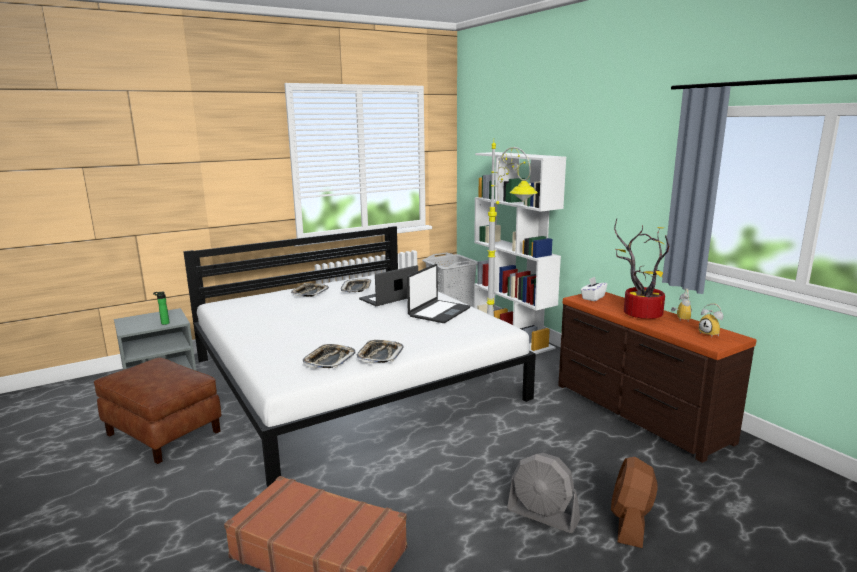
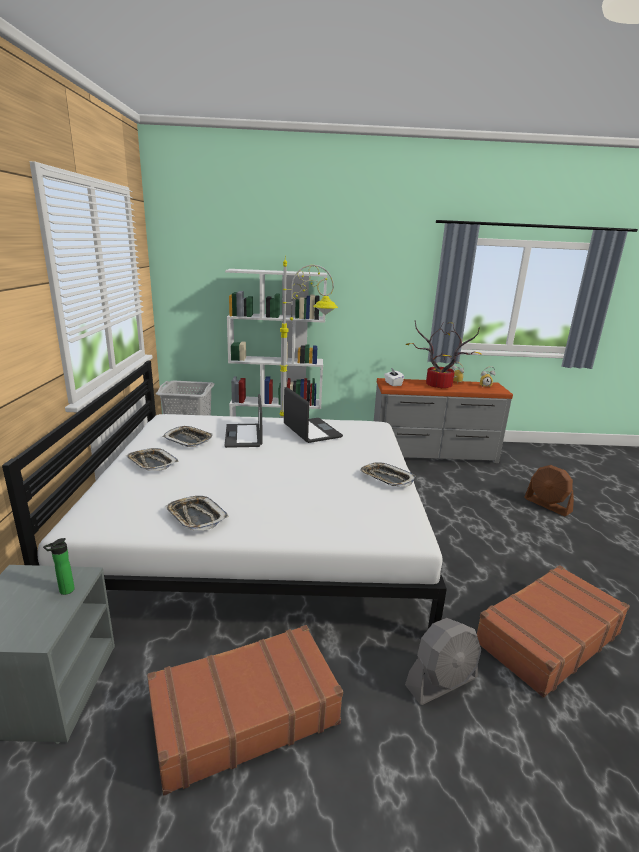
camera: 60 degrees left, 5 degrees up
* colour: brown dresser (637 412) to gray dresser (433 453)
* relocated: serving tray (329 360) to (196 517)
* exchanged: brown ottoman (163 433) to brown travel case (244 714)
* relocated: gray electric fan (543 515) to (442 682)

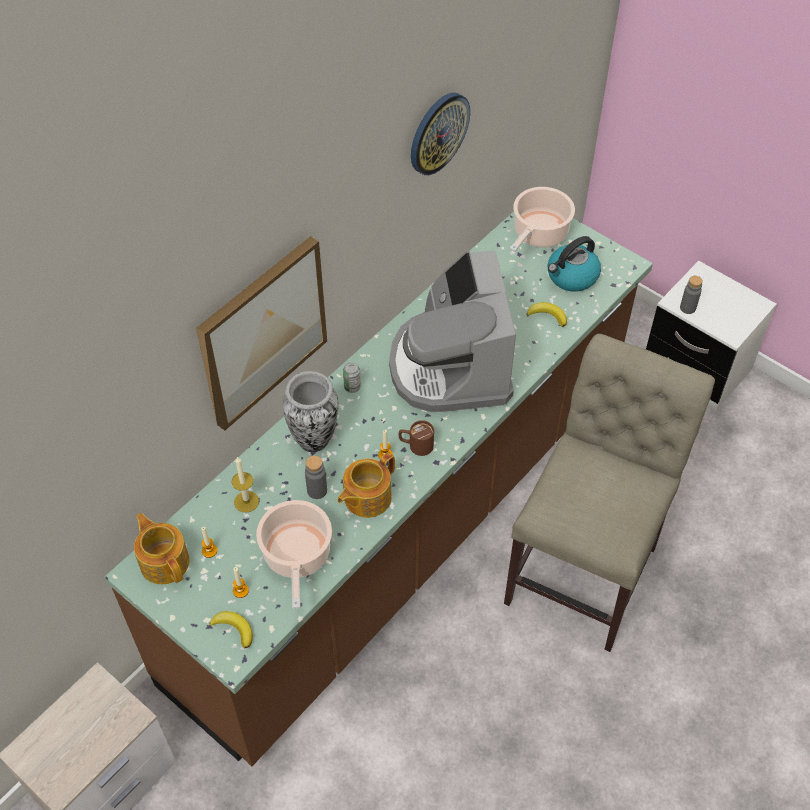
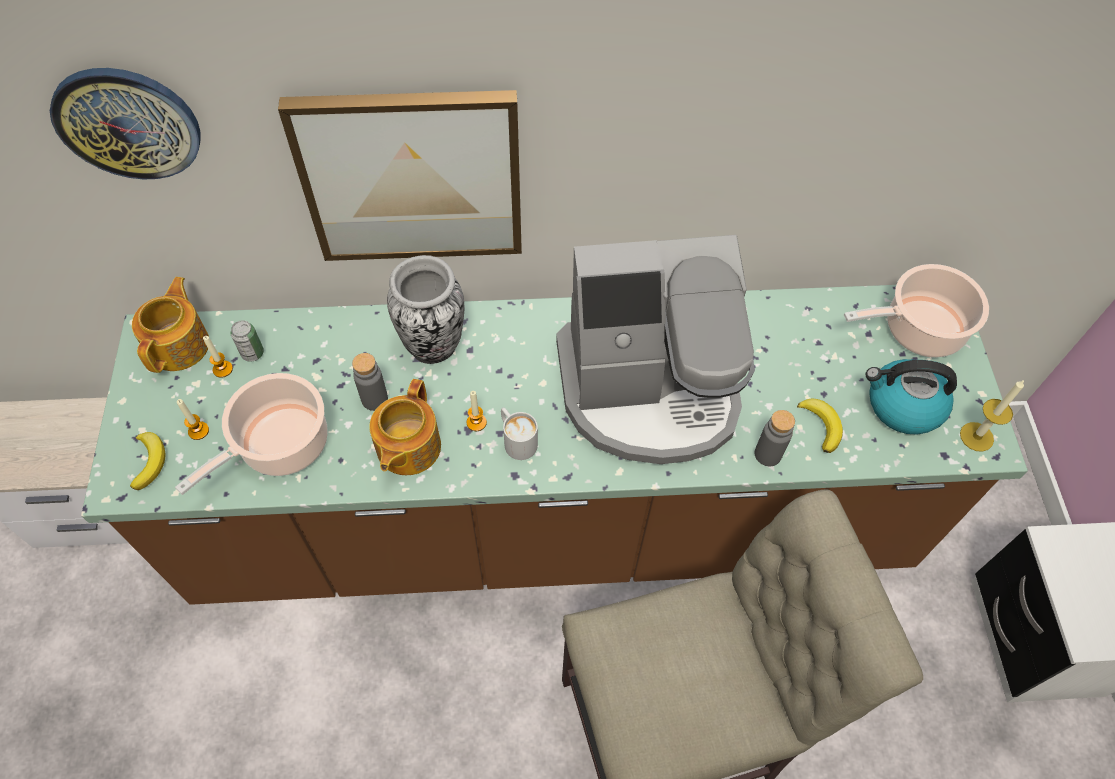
camera: 45 degrees right, 5 degrees up
* relocated: clock on the wall (438 133) to (128 123)
* spun: coffee machine (451 366) = (650 390) 135 degrees counterclockwise
* relocated: gray drink bottle (687 308) to (767 454)
* relocated: metal can (352 387) to (252 353)
* colour: brown tea mug (416 445) to white-coloured tea mug (516 440)
* spun: pot for tea (366 498) = (407 448) 75 degrees counterclockwise
* relocated: candle (246 501) to (976 436)

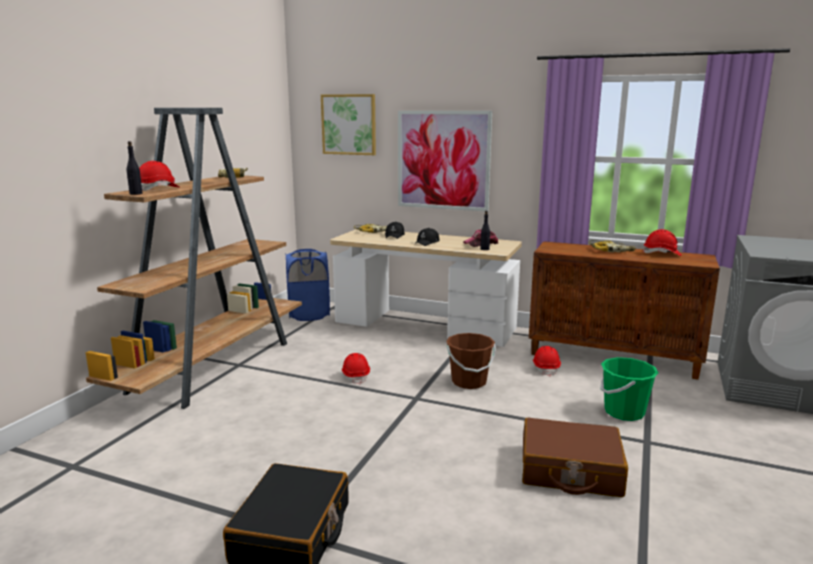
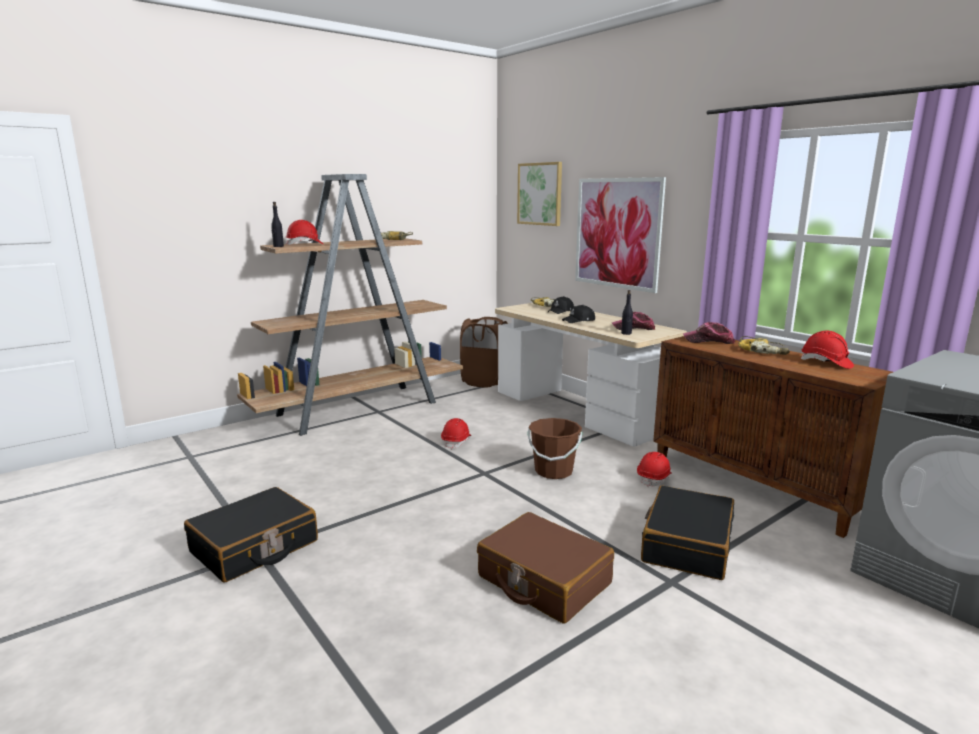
camera: 30 degrees right, 0 degrees up
* colour: blue-coloured hamper (309 314) to brown hamper (485 381)
* exchanged: greenish bucket (624 412) to black-coloured travel case (686 545)
* appeared: cap (709 341)

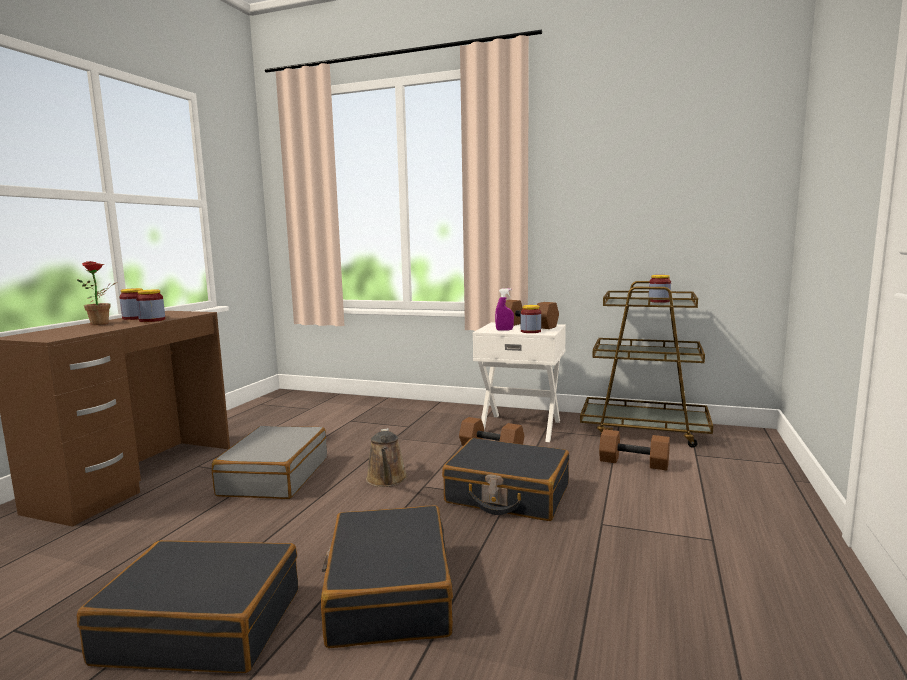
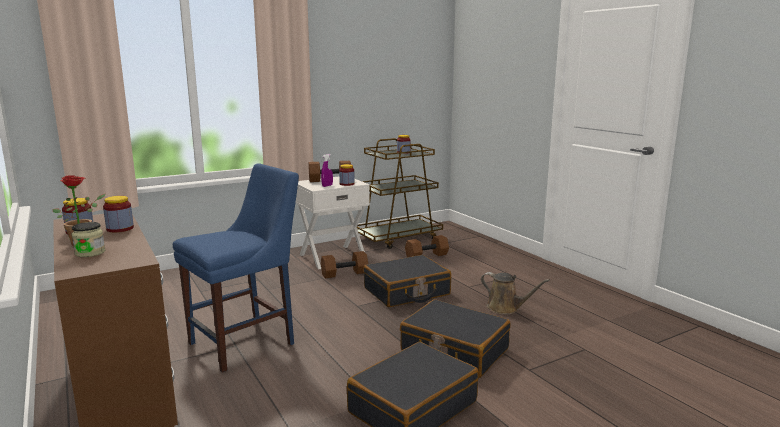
camera: 50 degrees left, 5 degrees up
* exchanged: gray travel case (274 476) to blue-coloured chair (247 342)
* relocated: brown sprinkling can (387 480) to (506 308)
* appeared: storage jar (90 253)

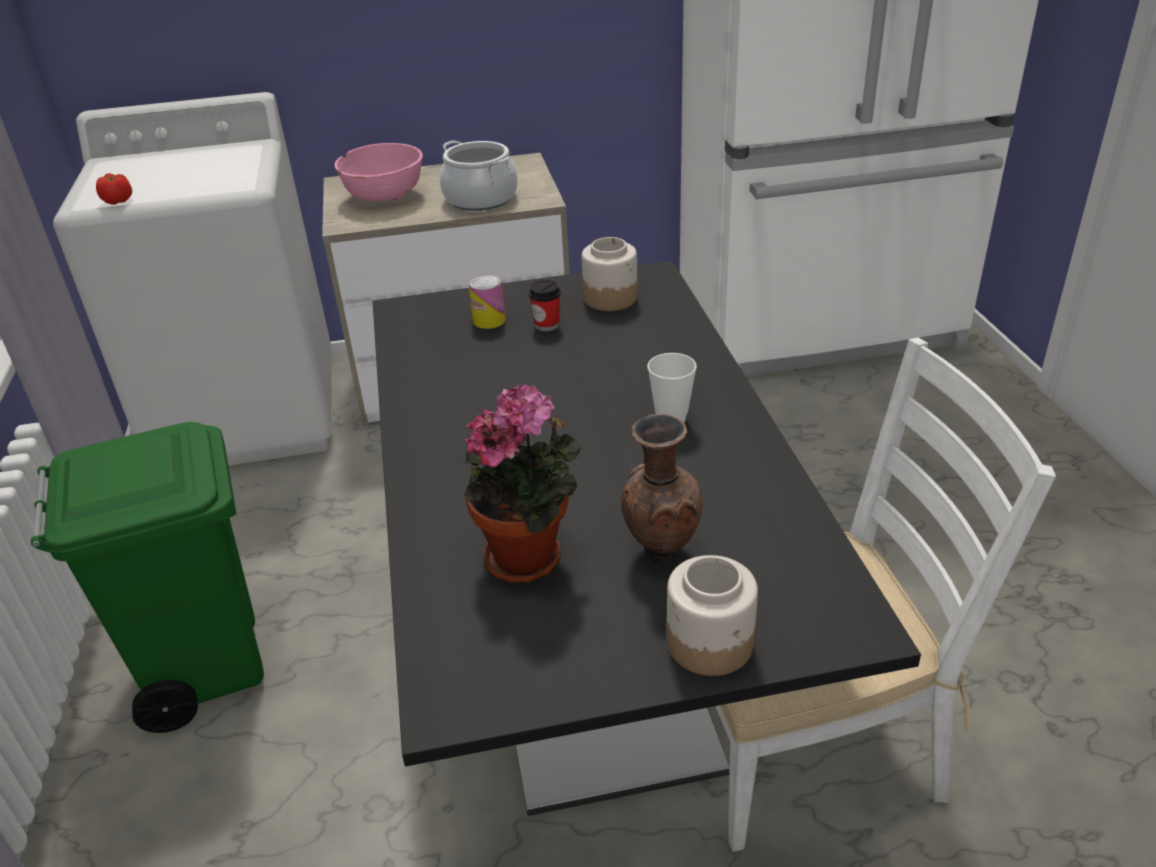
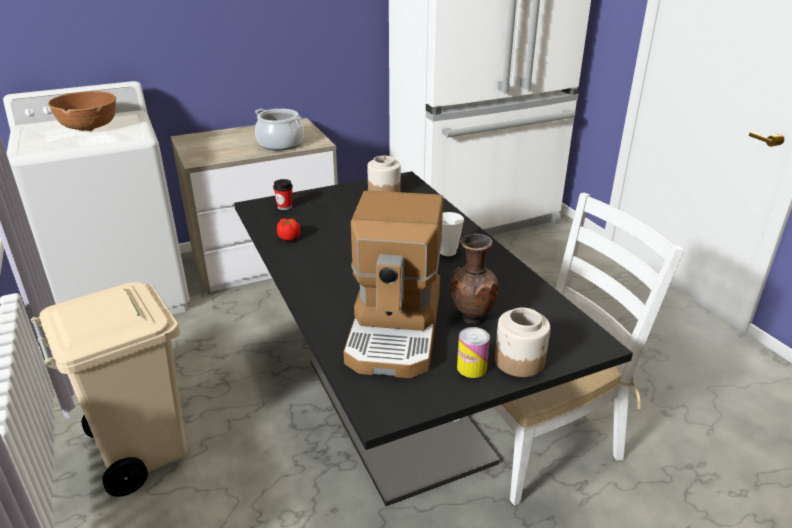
camera: 15 degrees left, 5 degrees down
* missing: pinkish bowl (385 196)
* relocated: whole tomato (118 201) to (289 237)
* relocated: metal can (489 320) to (471 368)
* relocated: drinking cup (547 325) to (284 207)
* exchanged: houseplant (530 557) to coffee machine (396 330)
* colour: greenish waste bin (204 665) to beige waste bin (140 450)
* appeared: brown bowl (89 127)

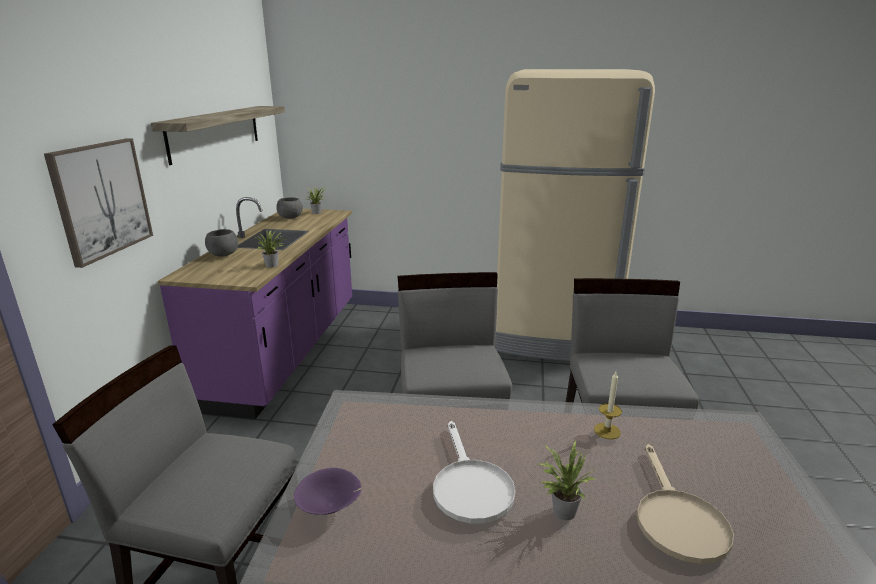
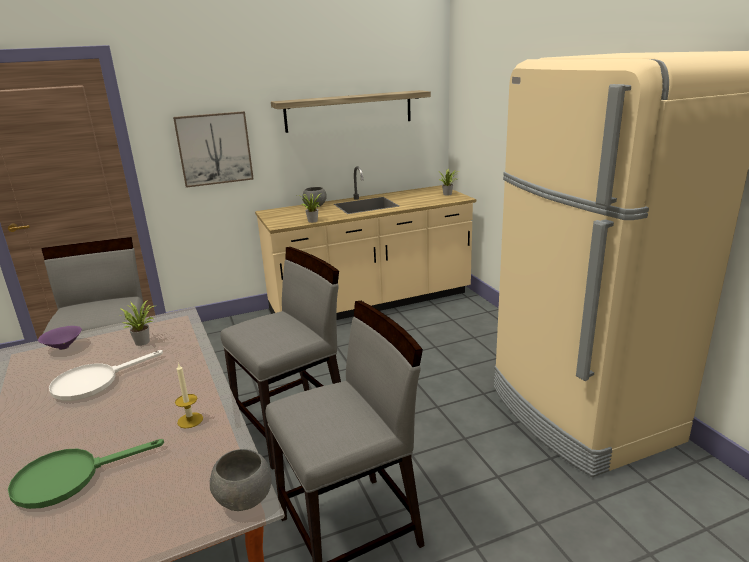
camera: 60 degrees right, 0 degrees up
* colour: purple kitchen base unit (286 351) to beige kitchen base unit (371 303)
* relocated: gray bowl (290 218) to (243 500)
* relocated: houseplant (561 511) to (142 341)
* colour: beige pan (676 519) to greenish pan (69 477)

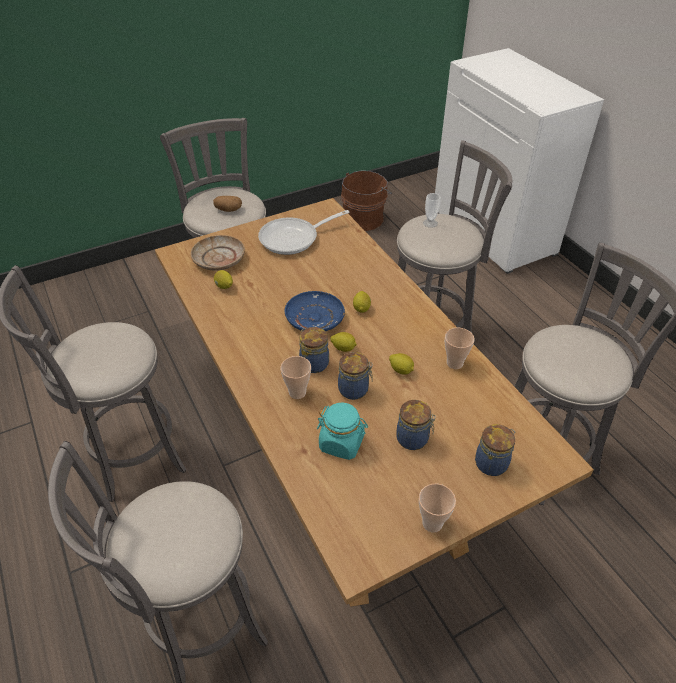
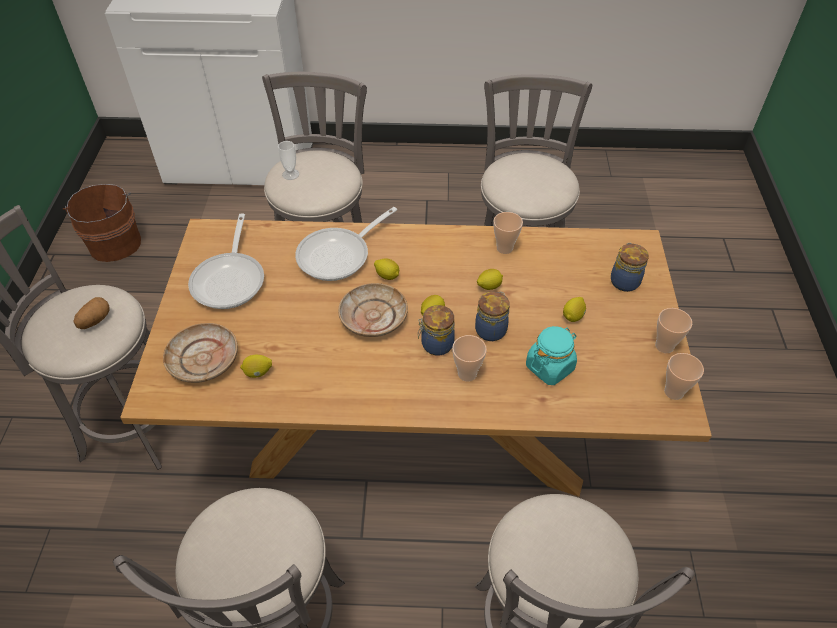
camera: 60 degrees left, 5 degrees up
* colour: blue-coloured dinner plate (314 318) to beige dinner plate (373 317)
* exchanged: storage jar (413 439) to lemon (573 316)
* appeared: pan (339 255)
* appeared: drinking cup (674 392)

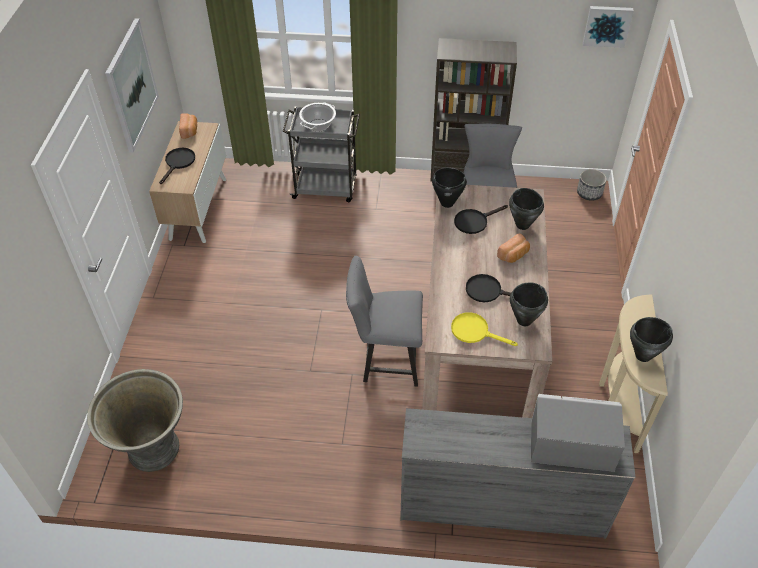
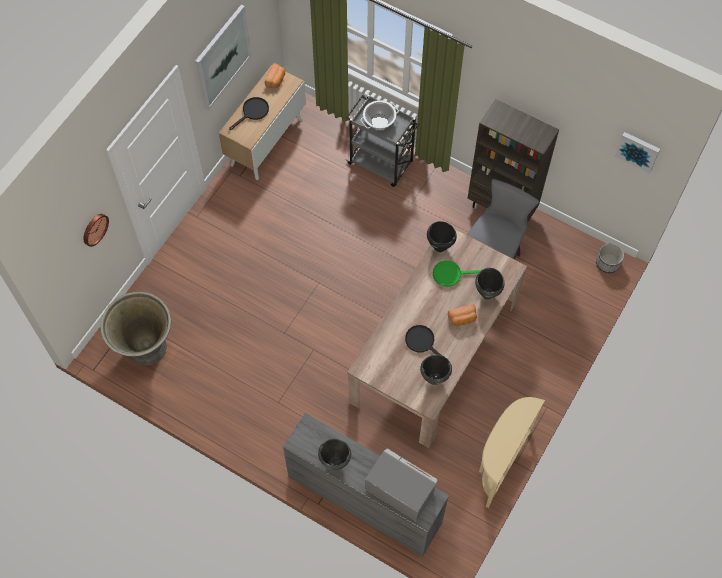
camera: 25 degrees right, 15 degrees up
* colour: black-coloured pan (474 221) to greenish pan (451 274)
* missing: gray chair (385 360)
* missing: yellowish pan (475 331)
* relocated: black-coloured saucepot (643 356) to (335 463)
* appeared: clock on the wall (94 229)

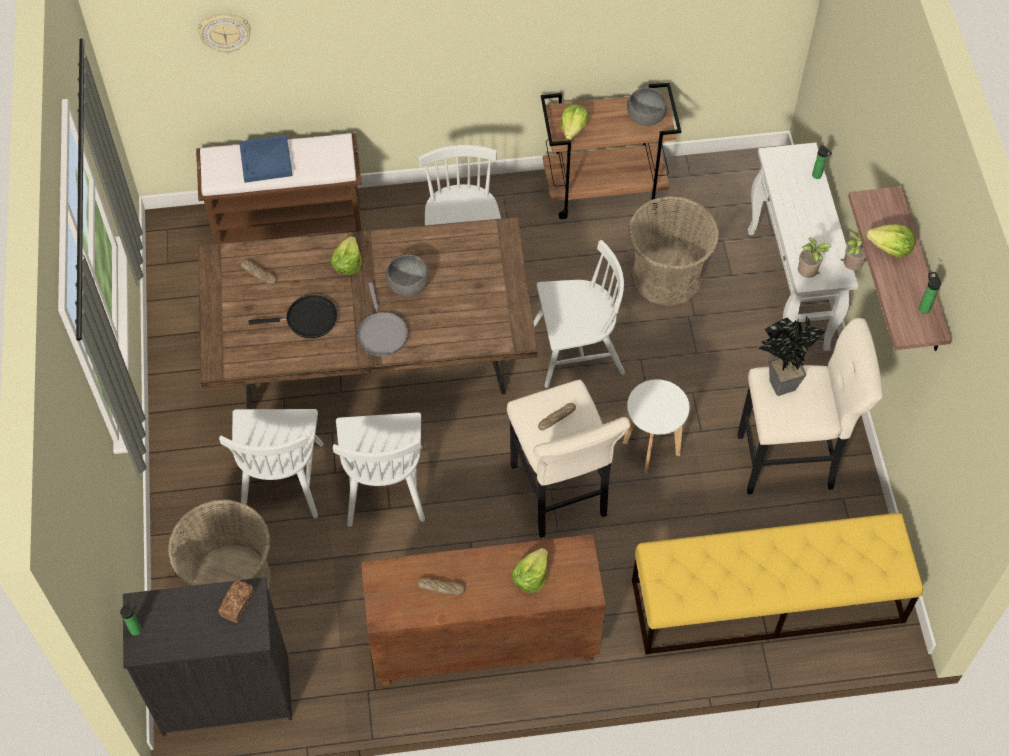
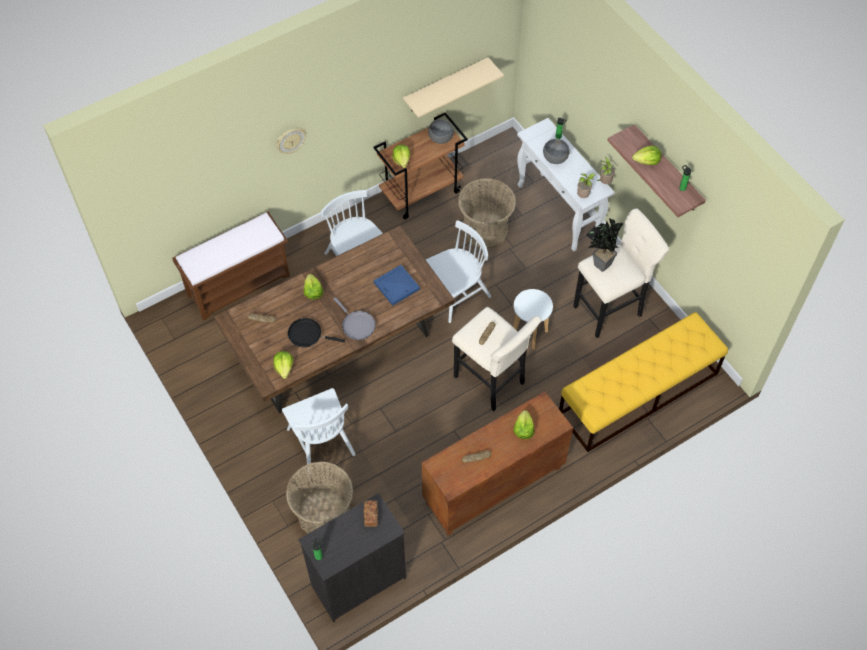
camera: 25 degrees left, 0 degrees up
* relocated: clock on the wall (224 32) to (290 140)
* relocated: blue-coloured serving tray (265 160) to (396 286)
* relocated: gray bowl (408 285) to (555 157)
* spun: black-coloured pan (307 319) = (307 334) 135 degrees counterclockwise
* missing: white-coloured chair (384 485)
* appeared: beige shelf (445 85)
* appeared: lettuce head (284 368)

